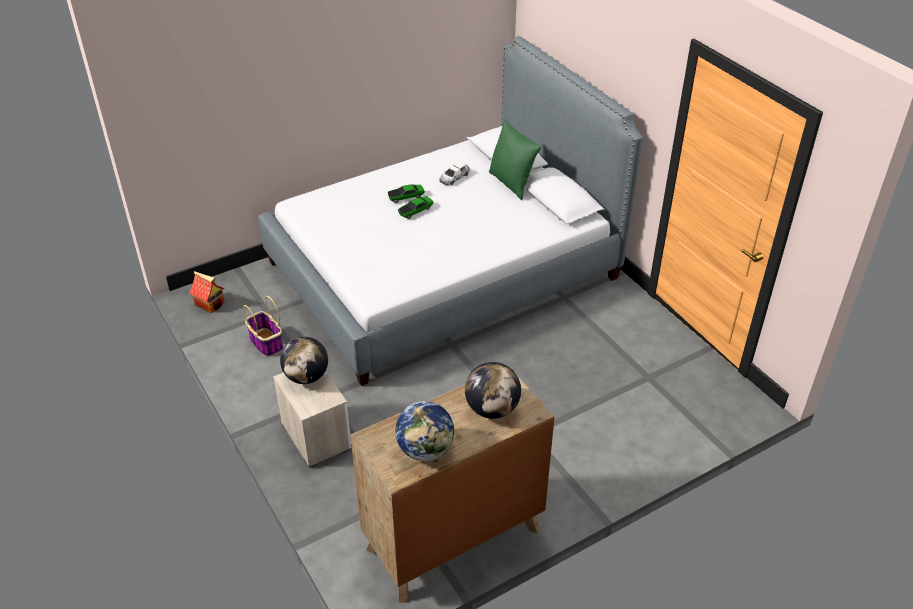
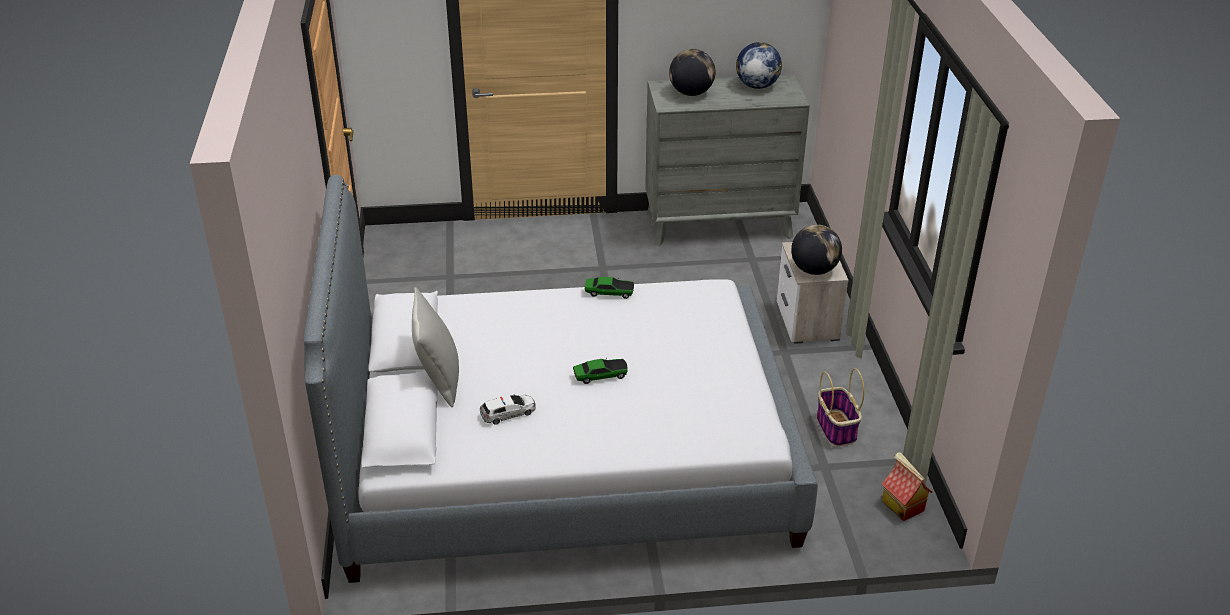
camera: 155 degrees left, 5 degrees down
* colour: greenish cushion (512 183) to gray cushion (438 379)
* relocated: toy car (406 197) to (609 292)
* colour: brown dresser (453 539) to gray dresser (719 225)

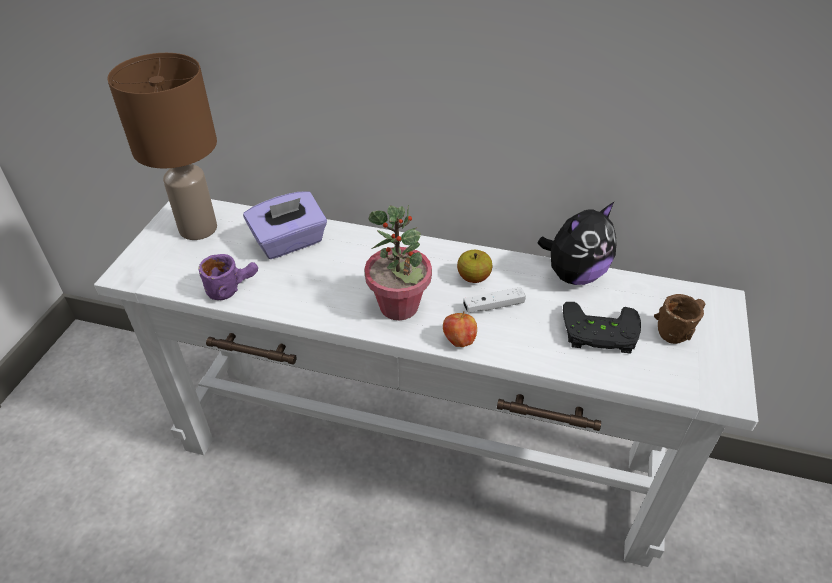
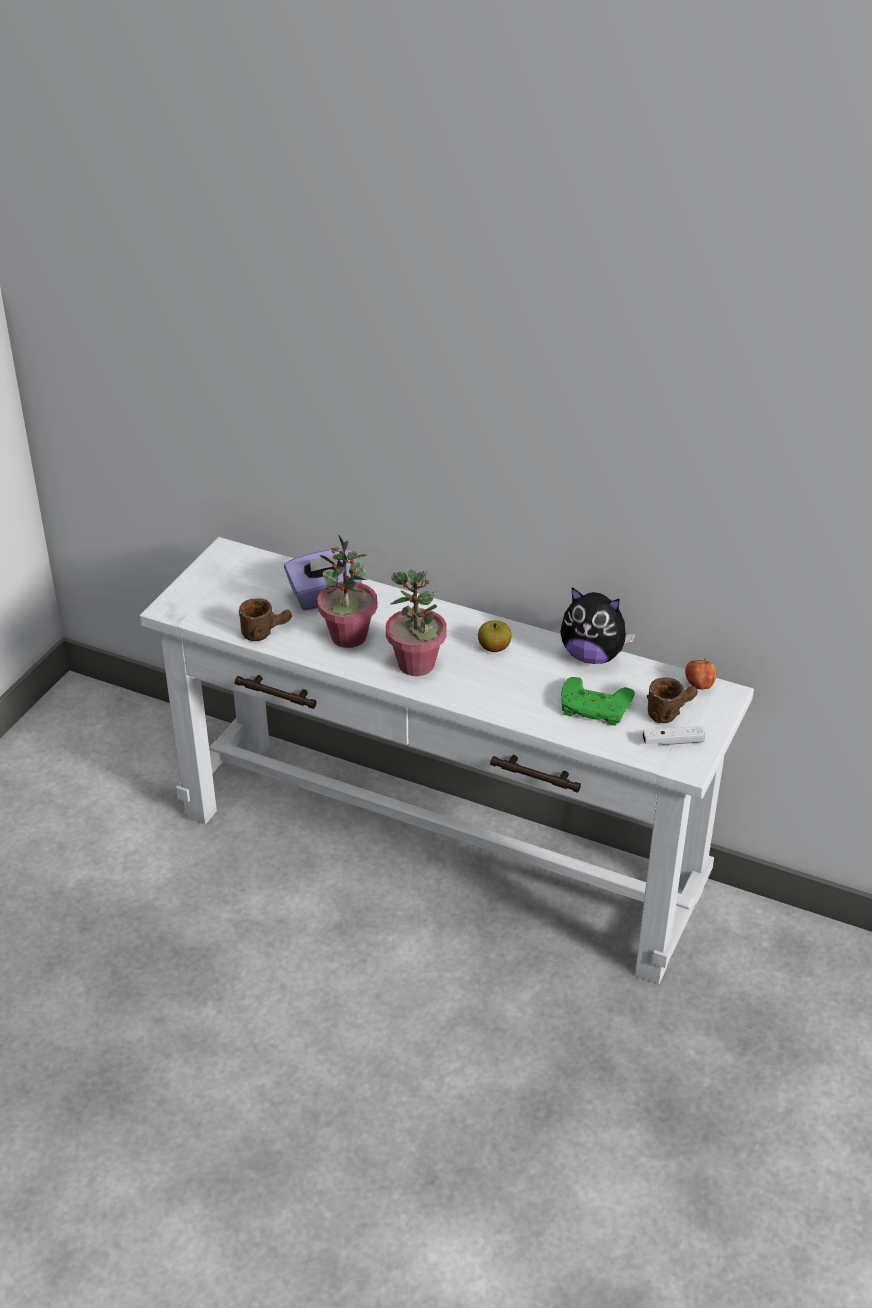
camera: 10 degrees right, 5 degrees down
* missing: brown table lamp (199 229)
* spun: cuddly toy (574 275) = (592 656) 45 degrees clockwise
* colour: purple tea mug (232 287) to brown tea mug (266 631)
* relocated: white-coloured gamepad (493 306) to (673 741)
* colour: black-coloured gamepad (599 334) to greenish gamepad (593 708)
* relocated: apple (459 340) to (699 686)
* appeared: houseplant (348 637)

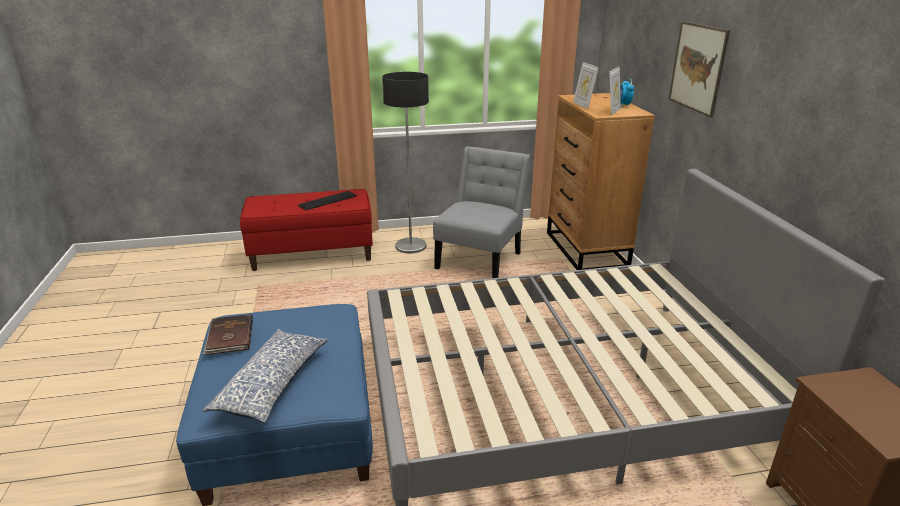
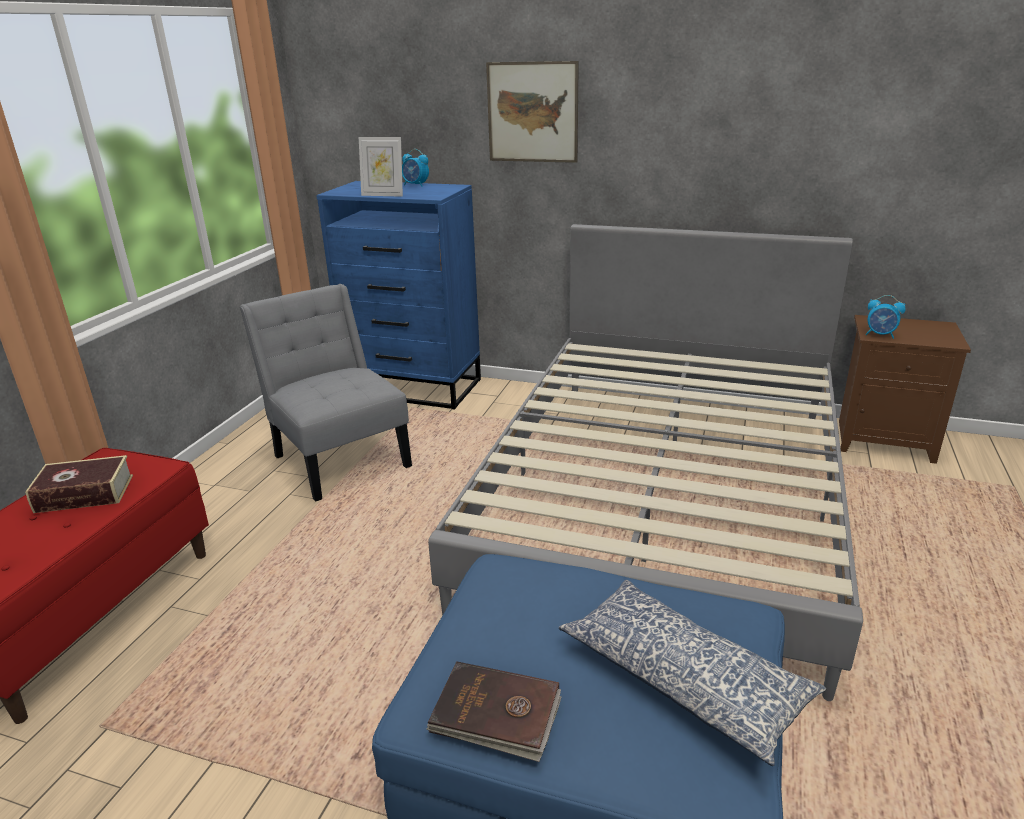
camera: 60 degrees left, 0 degrees up
* missing: picture frame (612 111)
* missing: standing lamp (410 246)
* colour: brown dresser (586 249) to blue-coloured dresser (414 387)
* exchanged: computer keyboard (327 200) to volume (84 494)
* appeared: bedside clock (880 335)

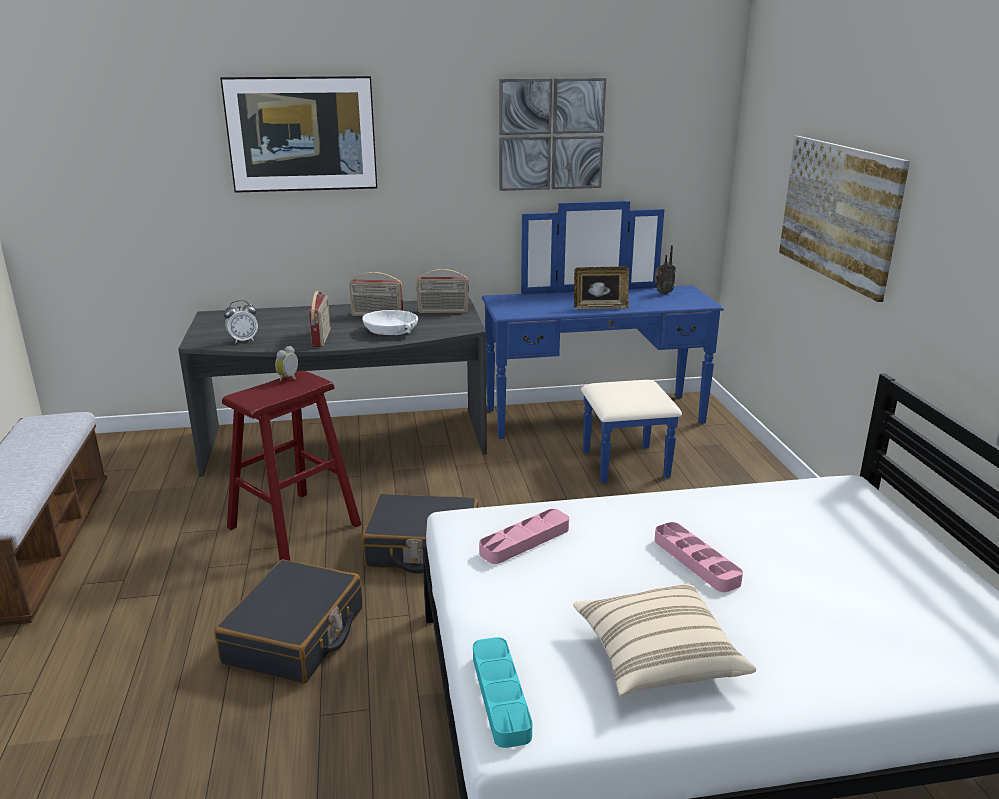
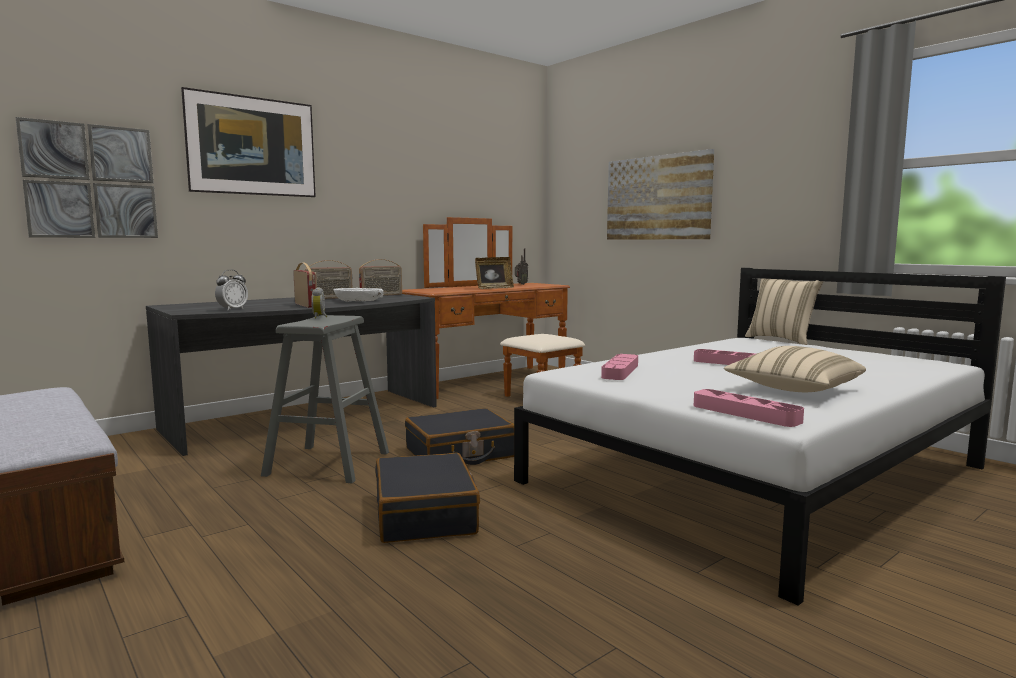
camera: 30 degrees left, 15 degrees down
* relocated: wall art (551 134) to (91 181)
* colour: blue-coloured dresser (602 426) to brown dresser (500 385)
* colour: red-coloured stool seat (294 526) to gray stool seat (328 463)
* colour: turquoise serving tray (500 695) to pinkish serving tray (745 413)
* appeared: beige cushion (781 340)

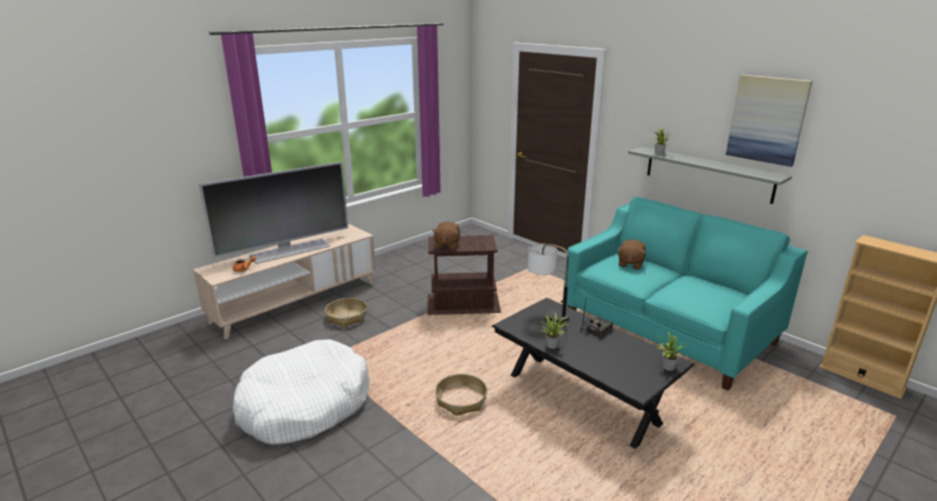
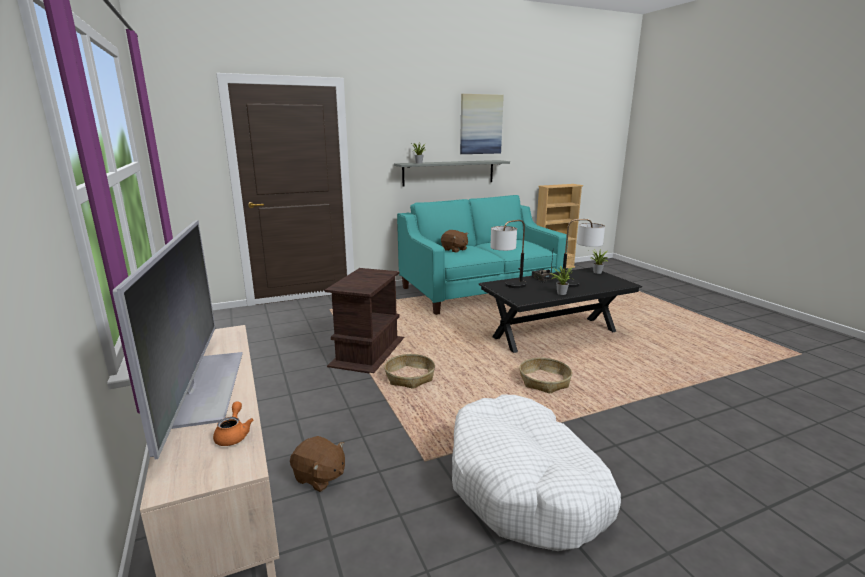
camera: 70 degrees left, 5 degrees down
* relocated: brown cuddly toy (447 245) to (319 477)
* relocated: storage basket (346 317) to (409 377)
* appeared: table lamp (578 283)

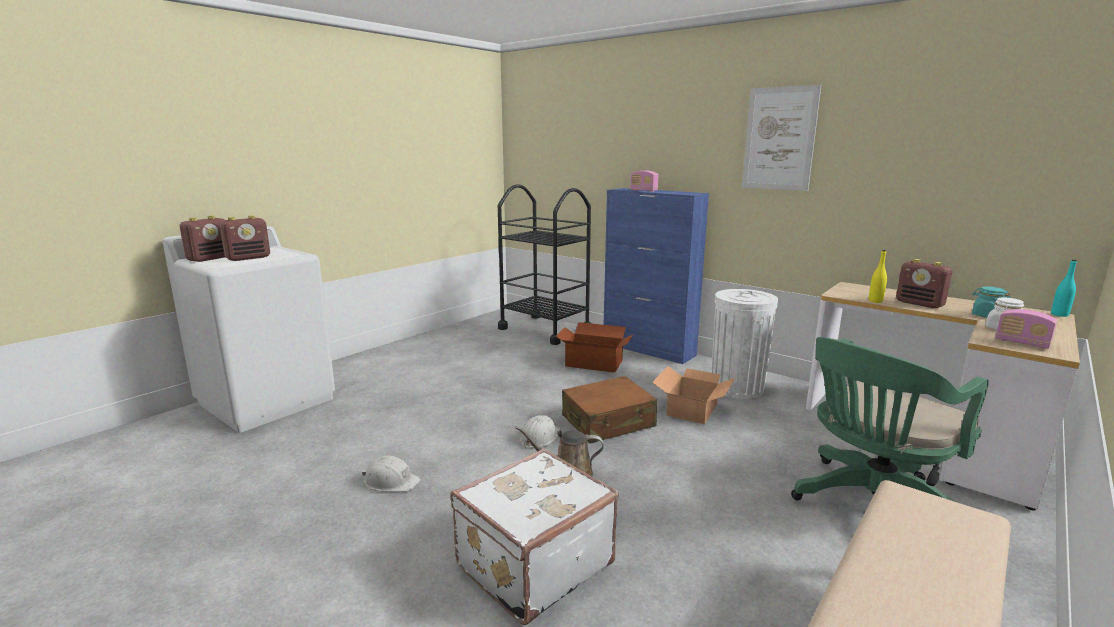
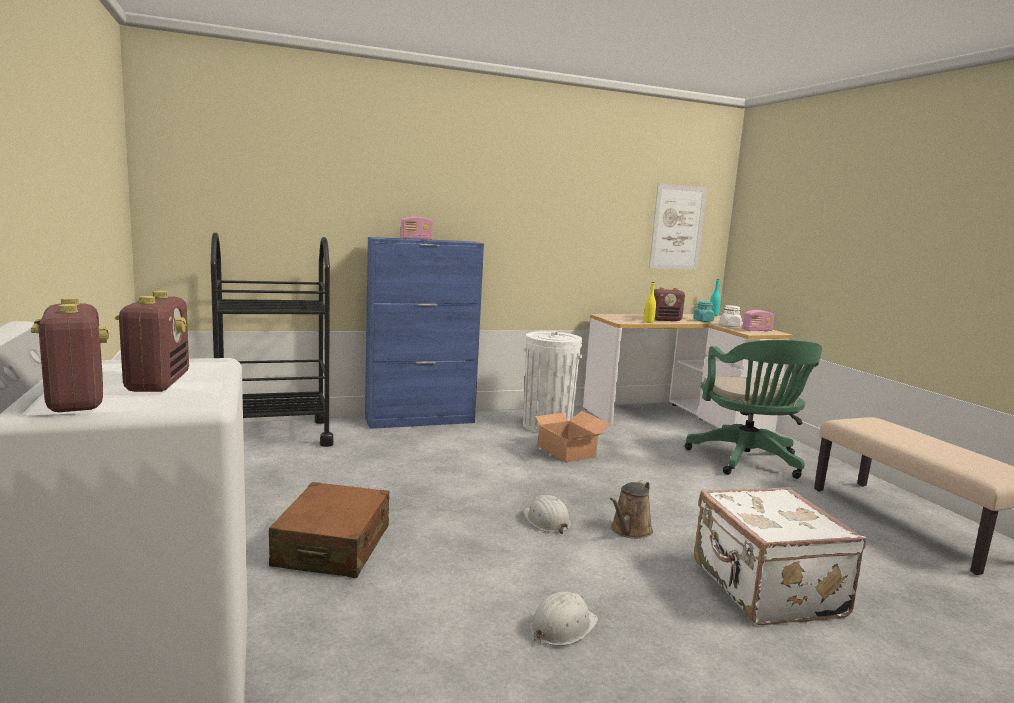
camera: 60 degrees left, 5 degrees down
* relocated: wall art (779 139) to (677 227)
* missing: cardboard box (594 364)
* relocated: brown travel case (608 422) to (333 546)

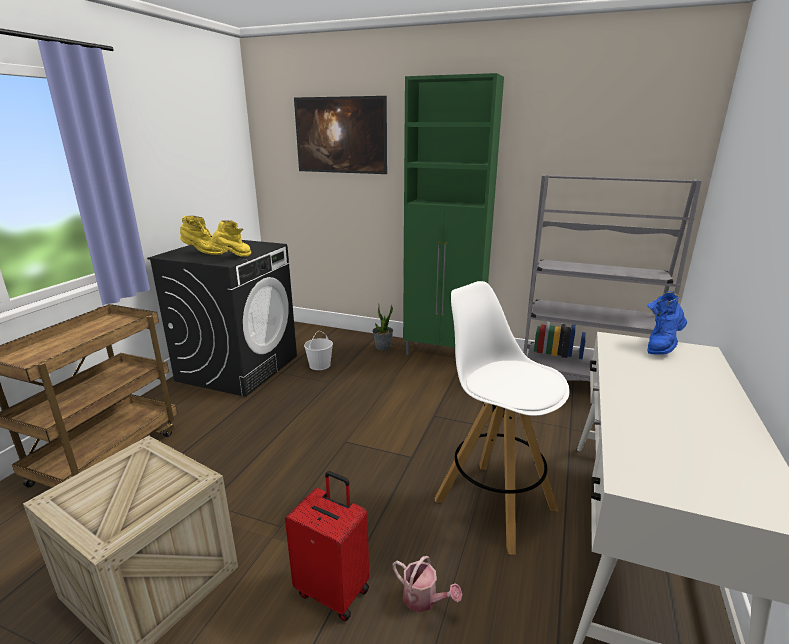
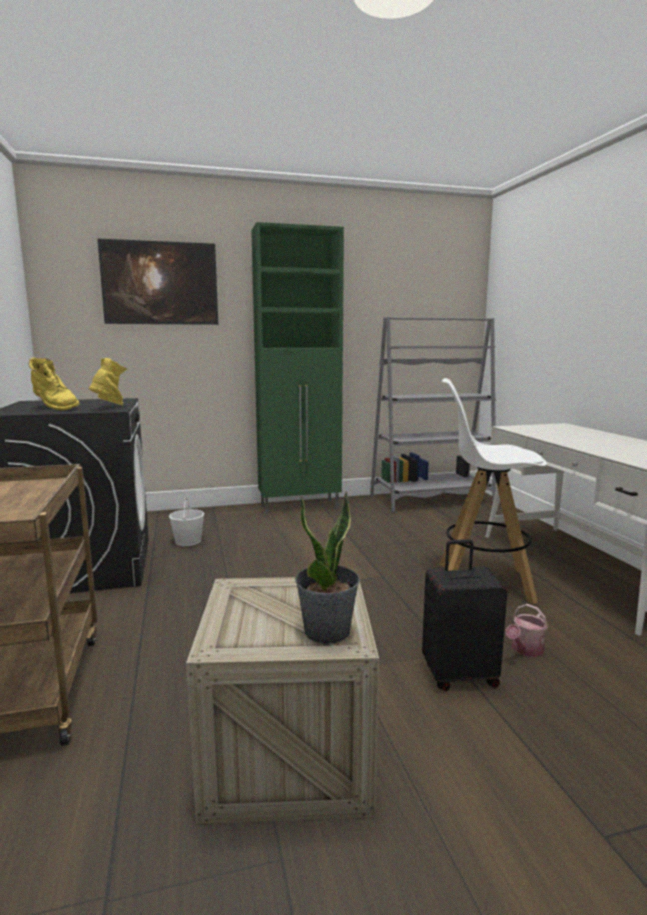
camera: 35 degrees left, 10 degrees down
* spun: yellowish high-top boot (204 253) = (54 408) 60 degrees clockwise
* missing: blue-coloured high-top boot (662 346)
* relocated: houseplant (383 347) to (327 631)
* colour: red-coloured travel case (333 590) to black-coloured travel case (459 675)
* spun: sprinkling can (424 599) = (525 650) 135 degrees clockwise

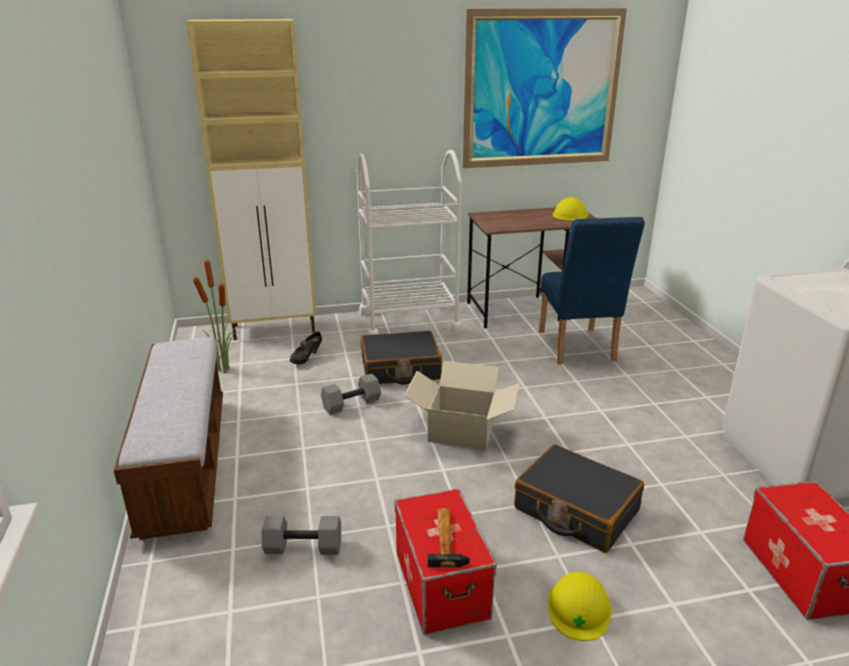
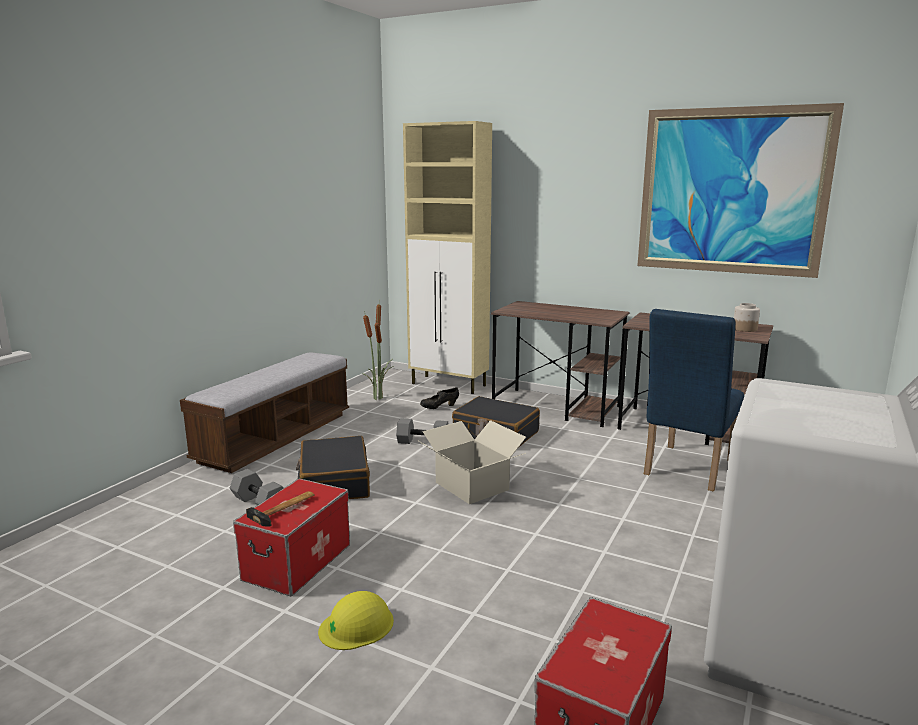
camera: 40 degrees right, 10 degrees down
* exchanged: white-coloured trolley (409 322) to brown desk (557 407)
* exchanged: yellowish work helmet (570 214) to storage jar (744 329)
* relocated: black-coloured travel case (575 510) to (334 482)

